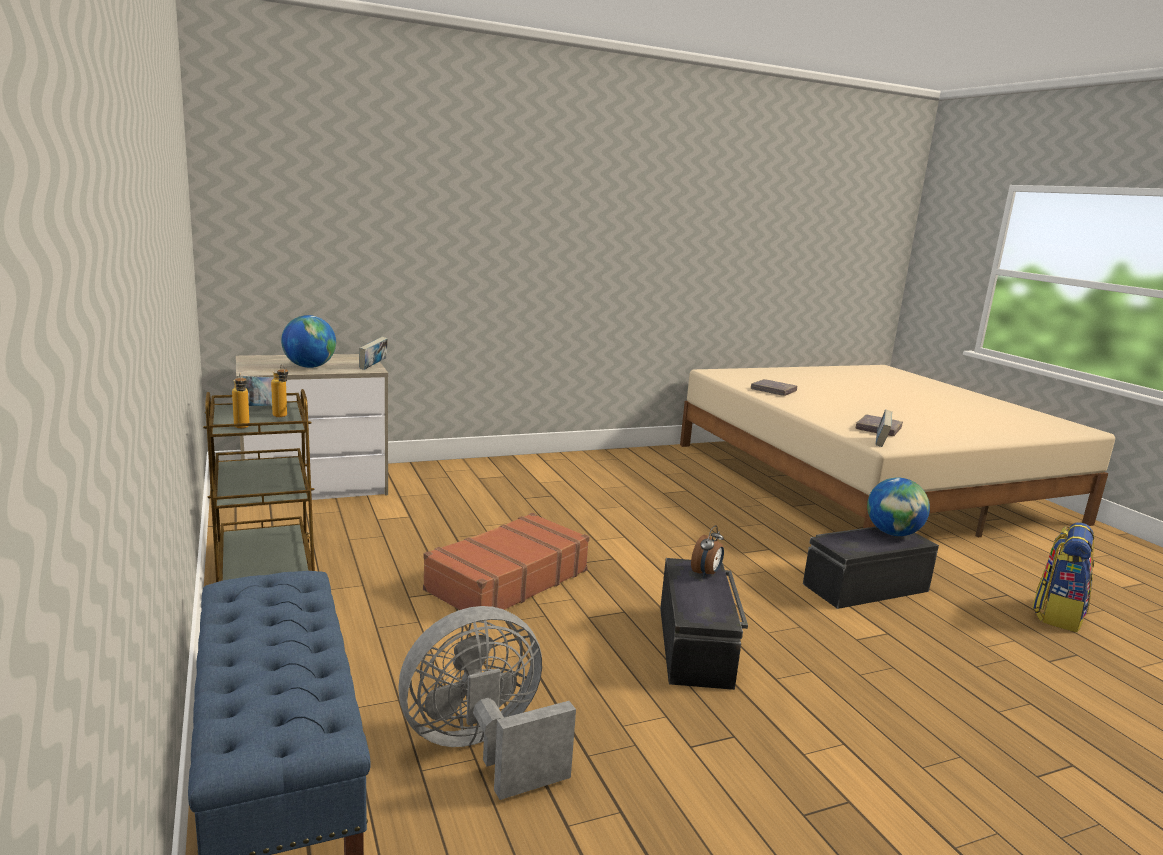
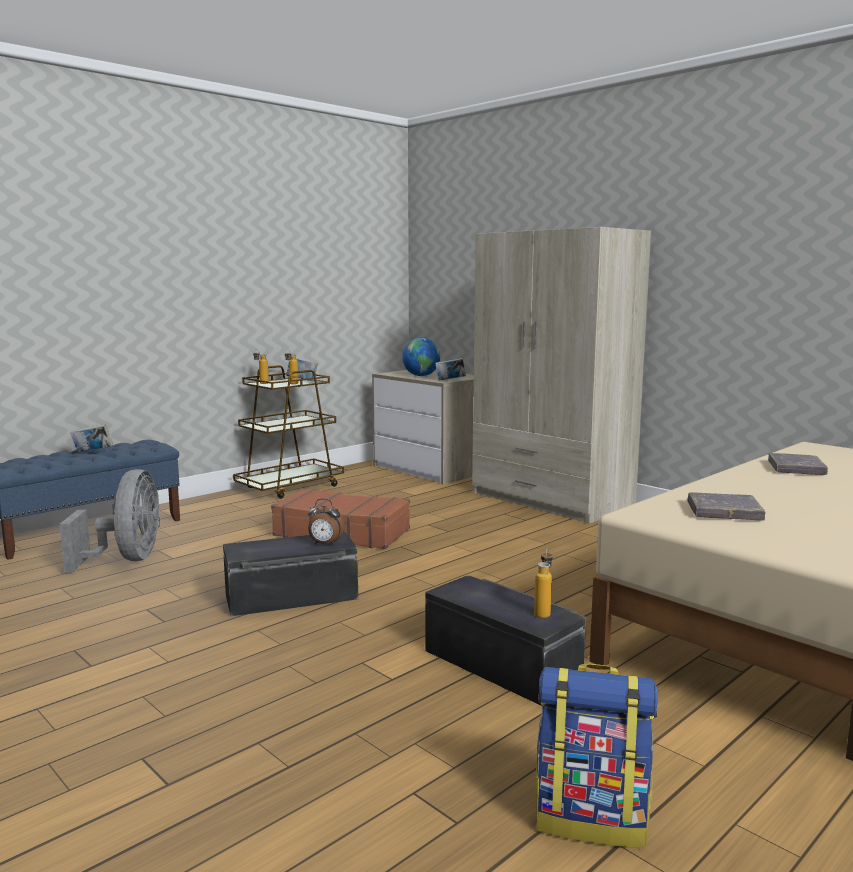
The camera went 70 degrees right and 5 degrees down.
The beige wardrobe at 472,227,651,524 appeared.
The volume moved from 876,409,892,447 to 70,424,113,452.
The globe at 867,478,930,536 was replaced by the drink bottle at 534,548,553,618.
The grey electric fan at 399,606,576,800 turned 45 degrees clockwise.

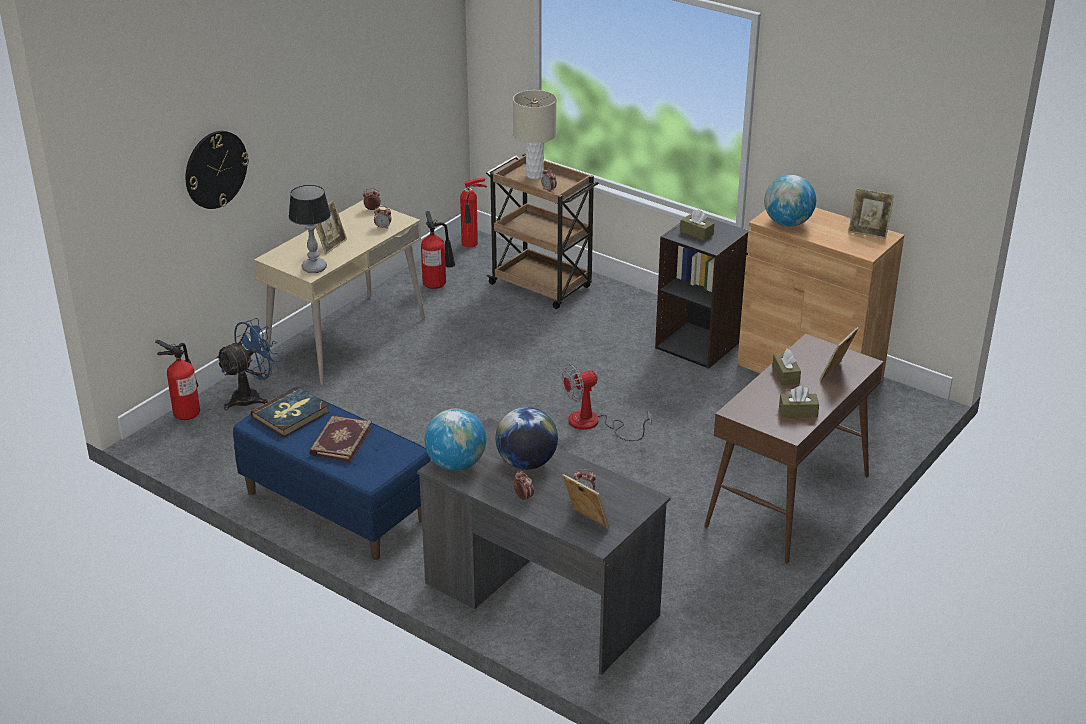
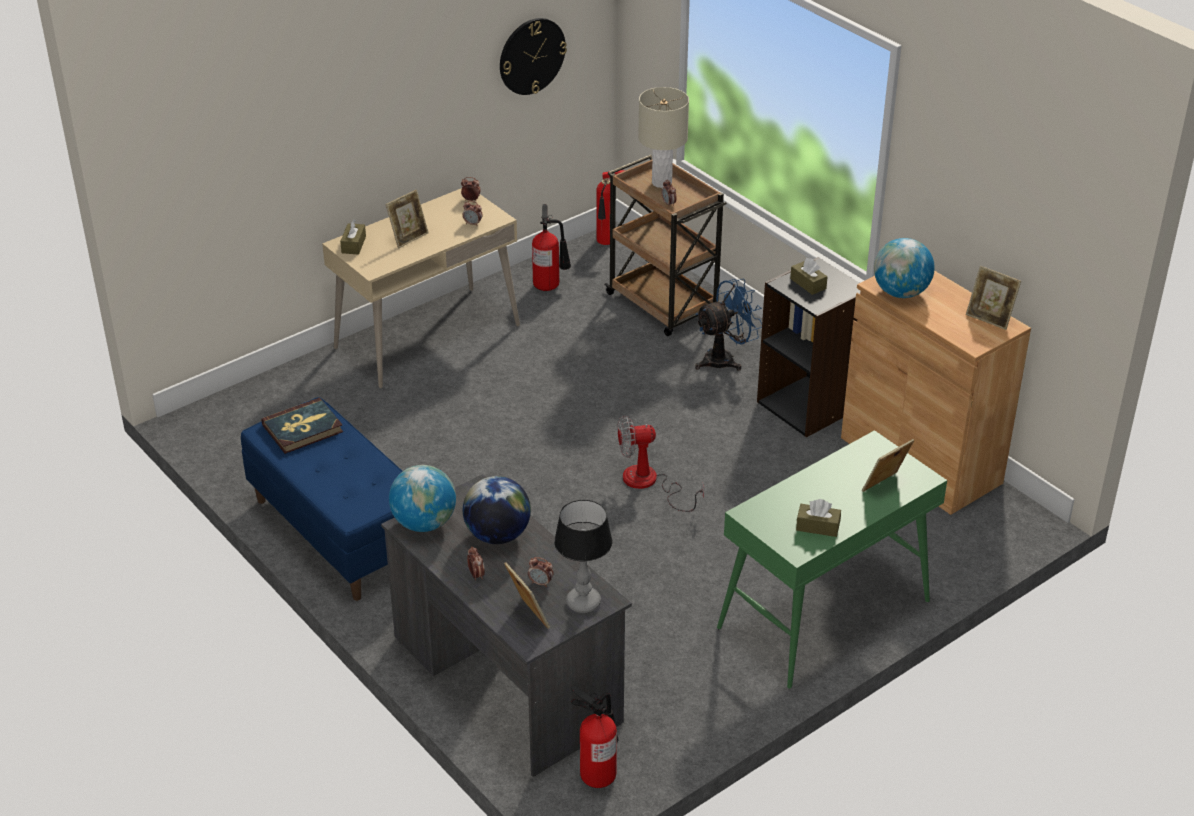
The camera went 15 degrees right and 5 degrees up.
The volume at 309,415,372,462 disappeared.
The fire extinguisher moved from 155,340,200,420 to 571,686,619,788.
The clock on the wall moved from 186,131,249,209 to 500,18,567,95.
The blue-coloured electric fan moved from 216,318,282,410 to 695,279,762,371.
The table lamp moved from 289,185,331,273 to 554,500,612,613.
The brown tissue holder moved from 772,349,801,385 to 340,220,366,254.
The brown narrow table at 704,334,884,563 became the green narrow table at 717,430,947,689.

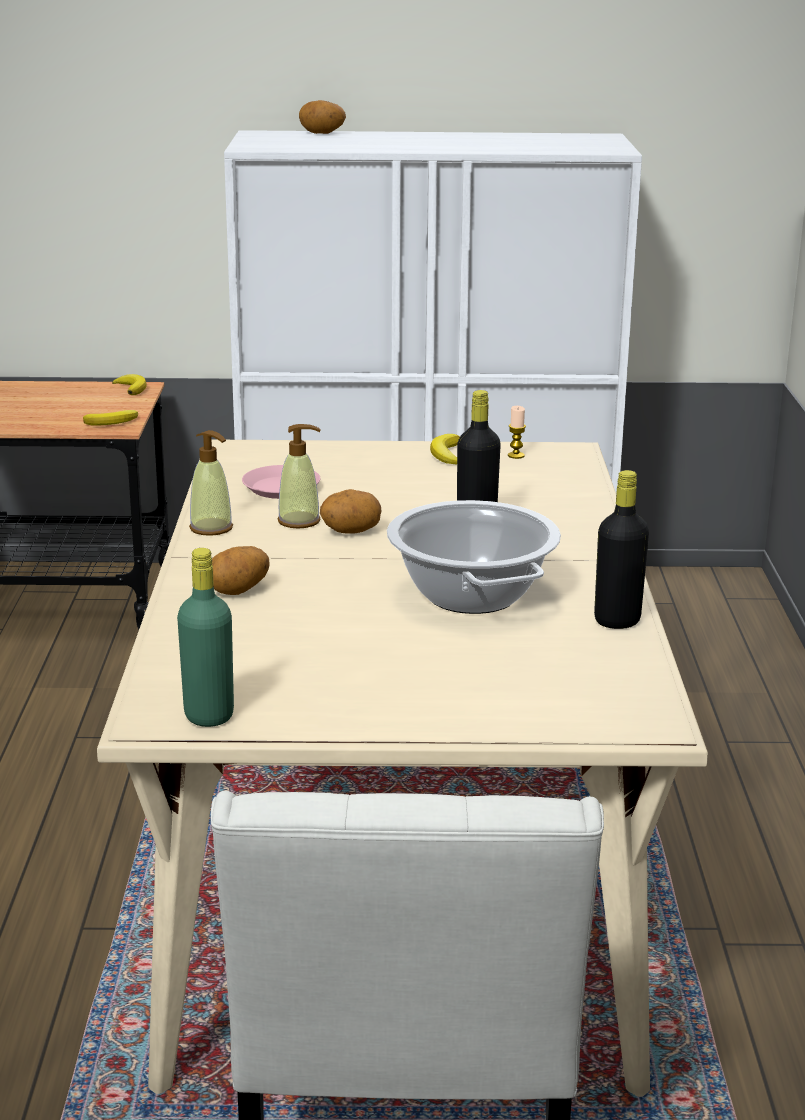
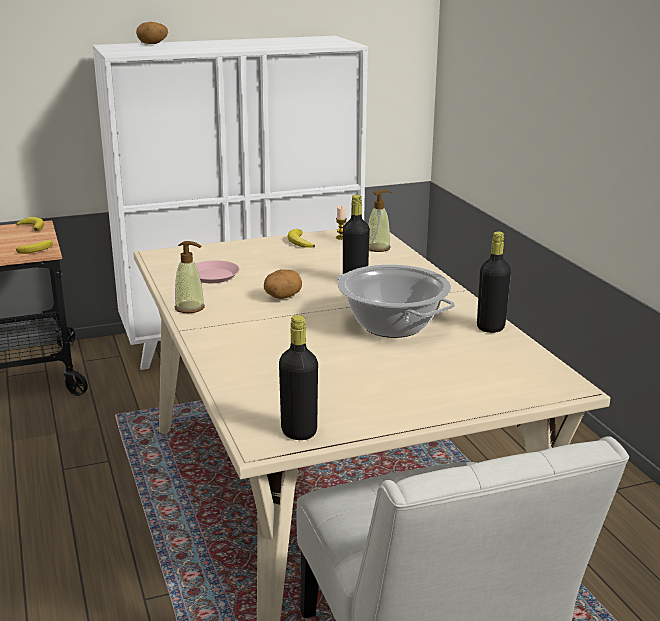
The camera went 20 degrees left and 0 degrees up.
The potato at 212,546,270,595 disappeared.
The liquid soap bottle moved from 277,424,321,529 to 368,190,392,252.
The green drink bottle at 177,548,234,727 became the black drink bottle at 279,315,318,440.

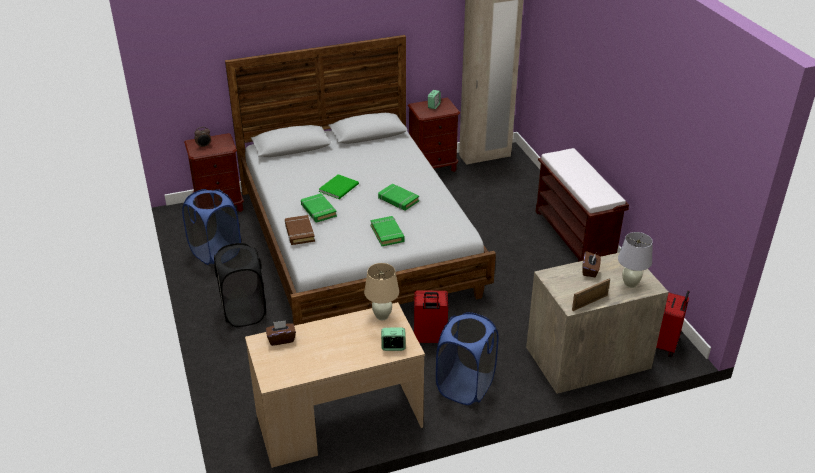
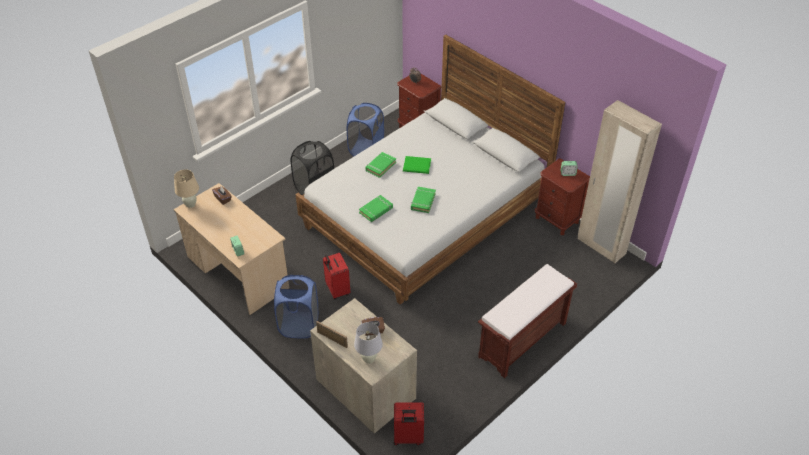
The camera went 65 degrees right and 10 degrees up.
The brown volume at 285,215,315,245 disappeared.
The beige table lamp moved from 364,263,399,320 to 174,170,199,208.

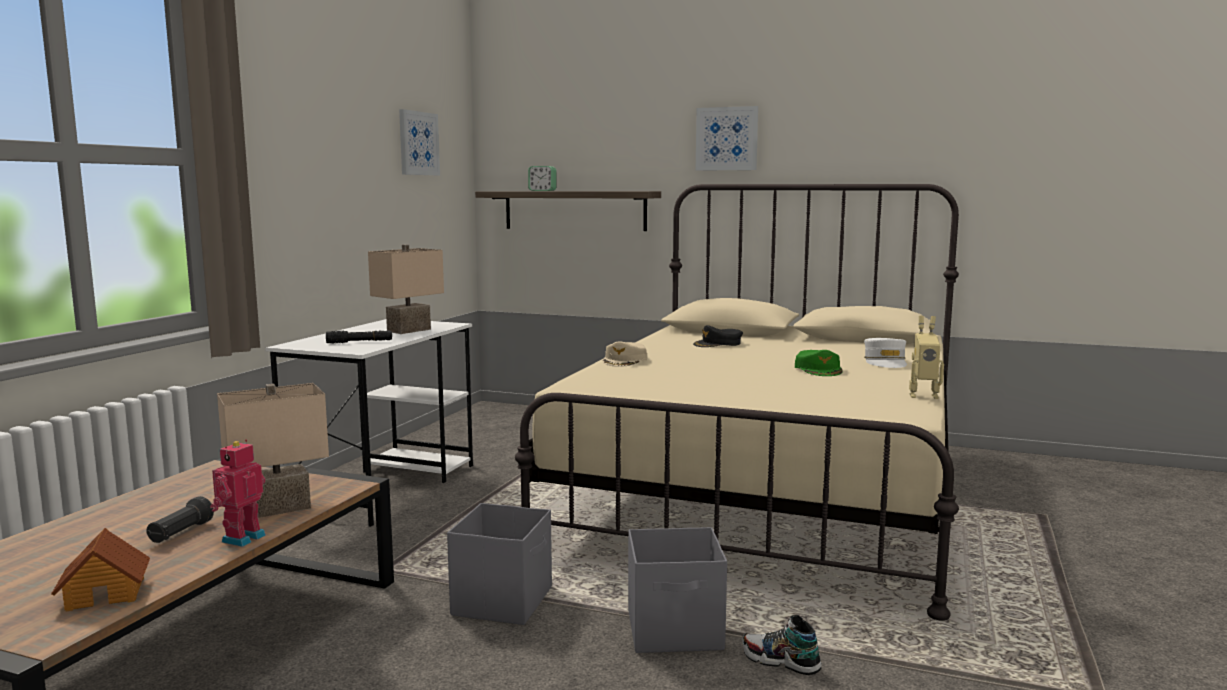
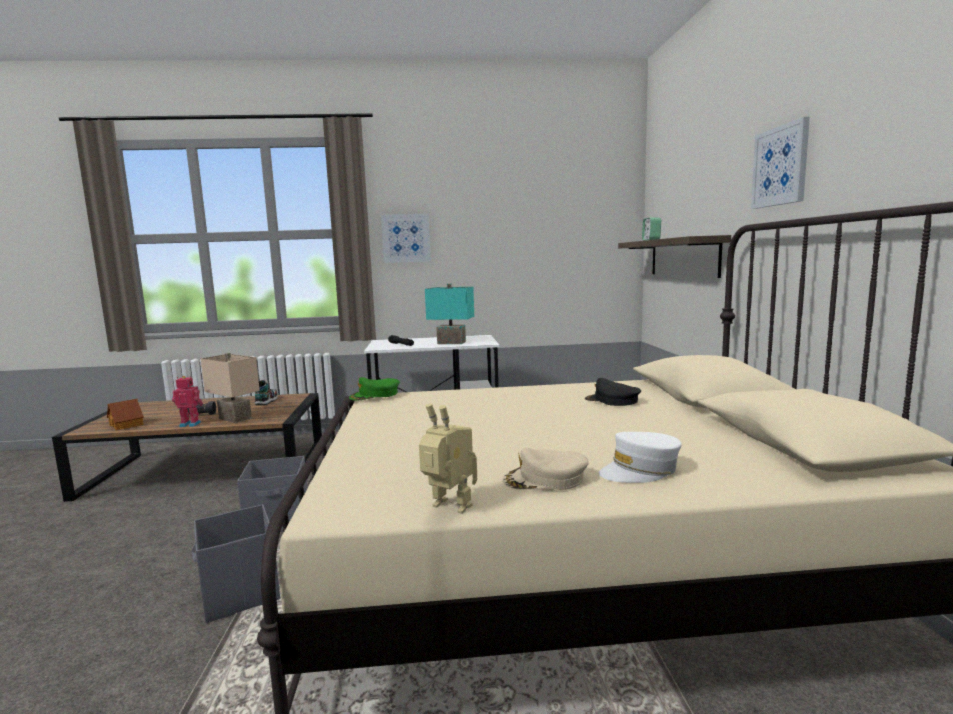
The camera went 65 degrees right and 0 degrees up.
The wall art moved from 399,109,440,175 to 381,213,431,263.
The beige peaked cap moved from 603,342,647,367 to 503,448,589,490.
The item of footwear moved from 742,615,822,675 to 255,380,278,405.
The green peaked cap moved from 795,350,843,376 to 349,377,400,401.
The beige table lamp at 368,244,444,334 became the blue-green table lamp at 425,283,474,344.
The model robot at 909,316,944,399 turned 135 degrees clockwise.

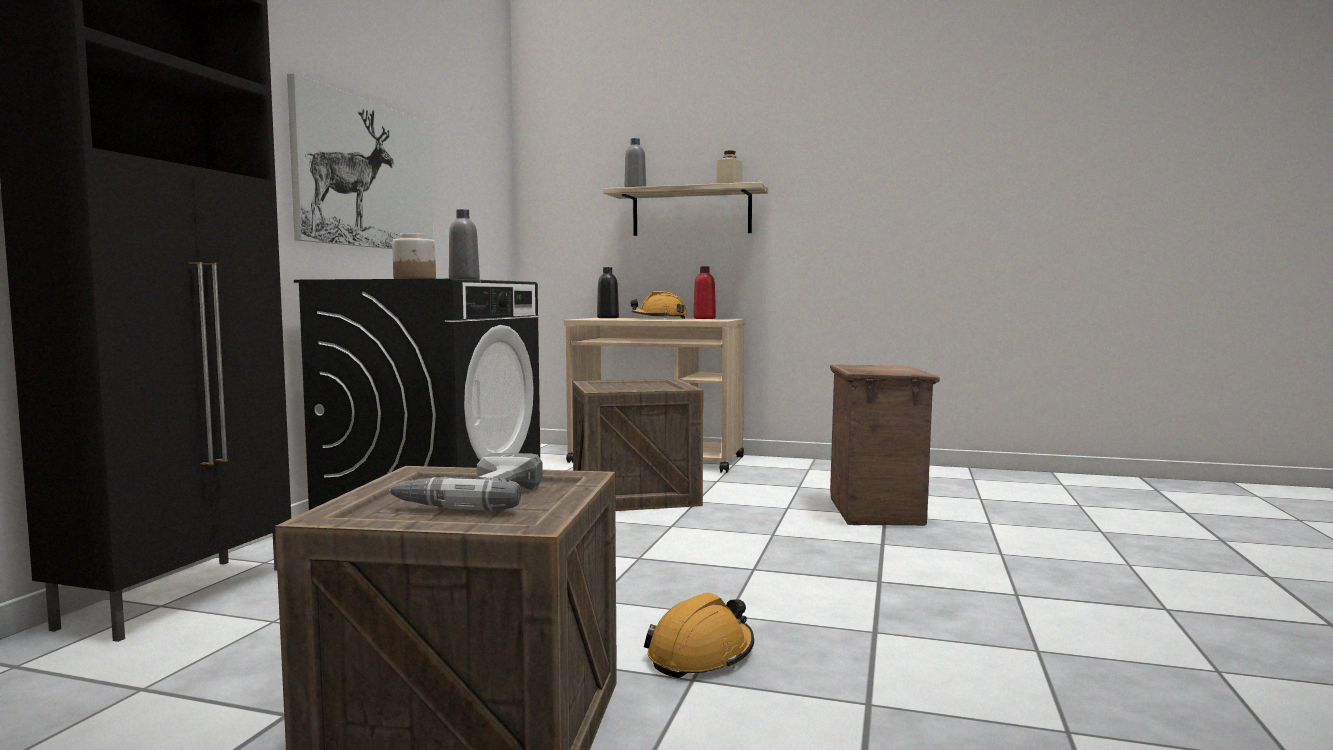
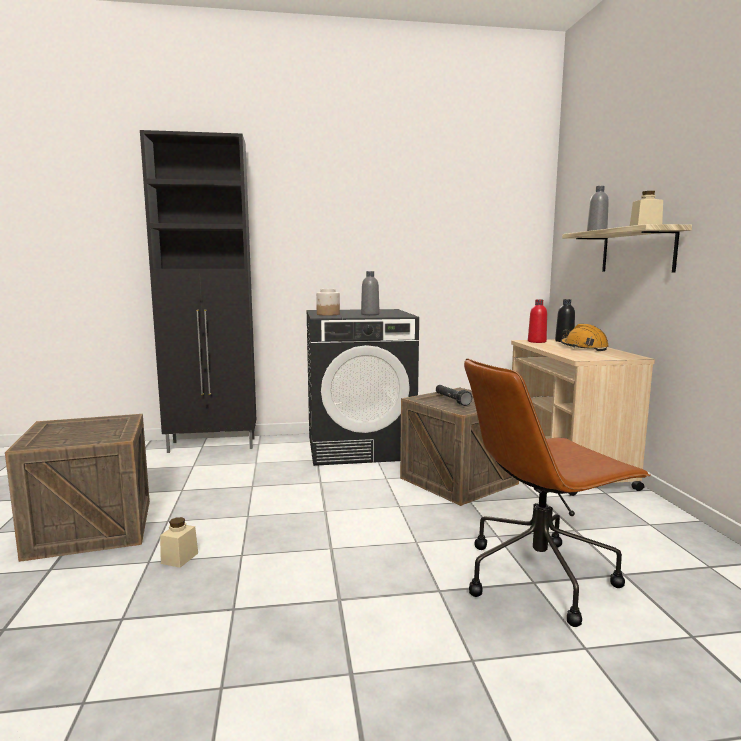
The camera went 65 degrees right and 5 degrees up.
The wall art at 287,73,434,249 disappeared.
The drill at 389,453,543,510 disappeared.
The black hand torch at 436,385,472,406 appeared.
The red-coloured drink bottle moved from 693,266,716,319 to 528,299,547,343.
The orange safety helmet at 644,593,754,678 was replaced by the beige storage jar at 160,517,198,568.
The shipping crate at 830,364,940,526 was replaced by the brown office chair at 464,358,650,627.

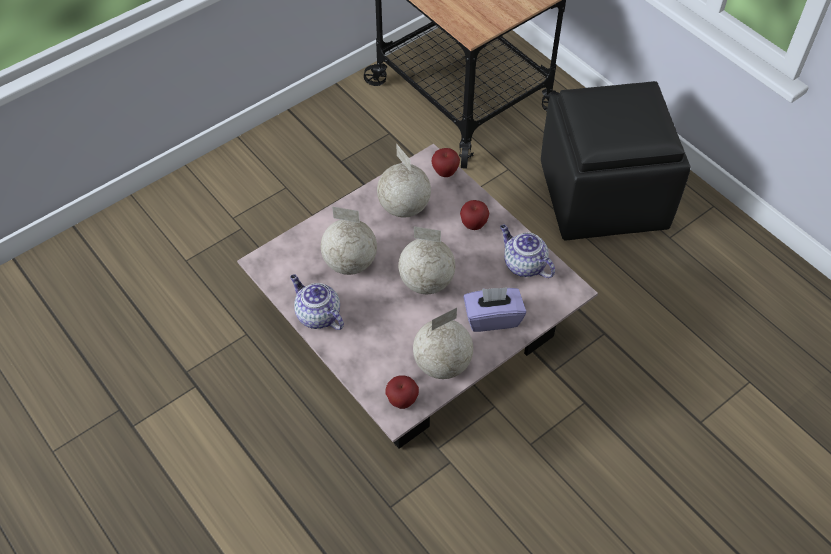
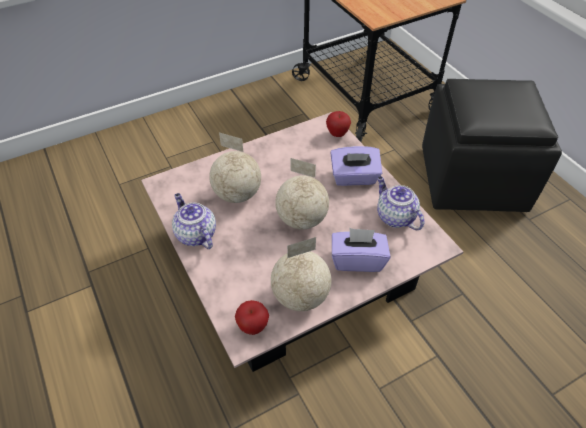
The camera went 10 degrees right and 5 degrees down.
The globe at 377,145,431,218 disappeared.
The whole apple at 460,200,489,230 was replaced by the purple-coloured tissue holder at 330,146,382,186.

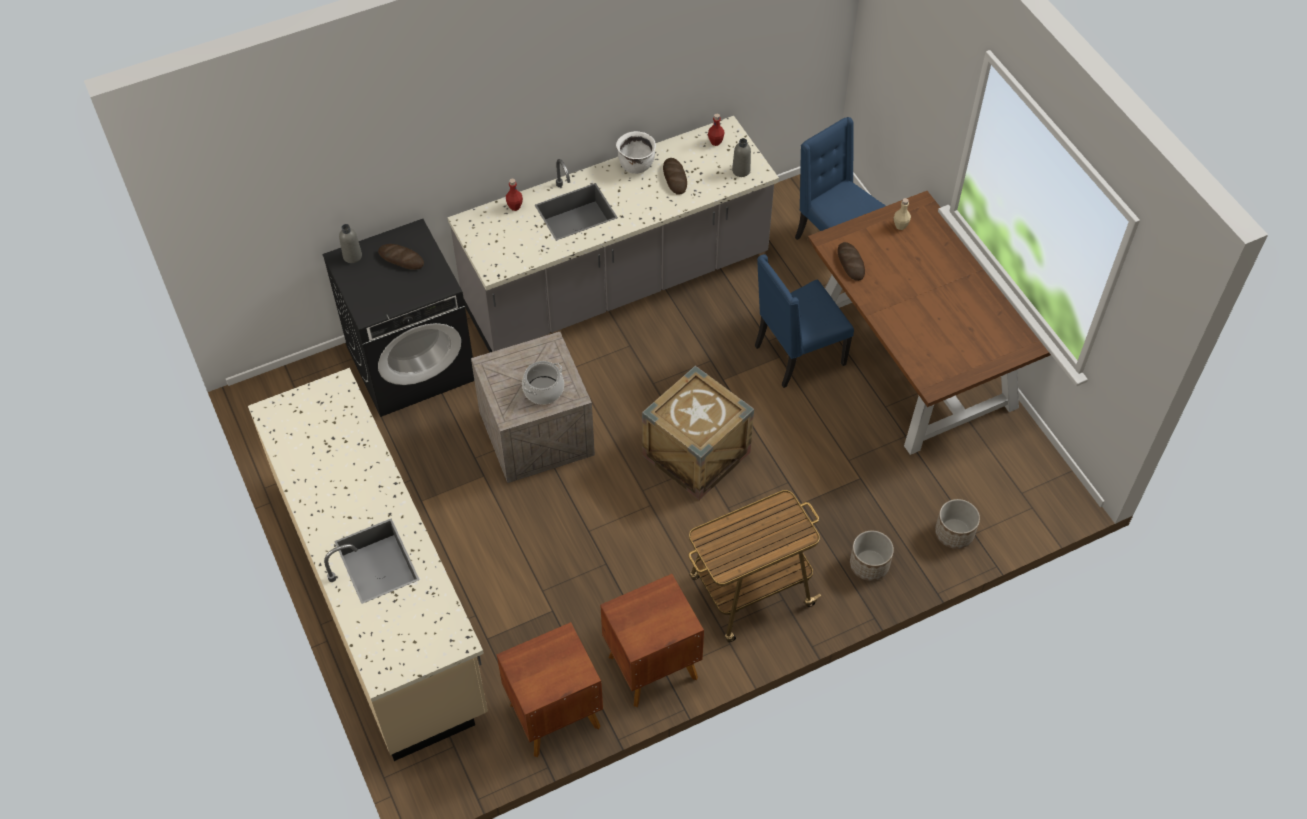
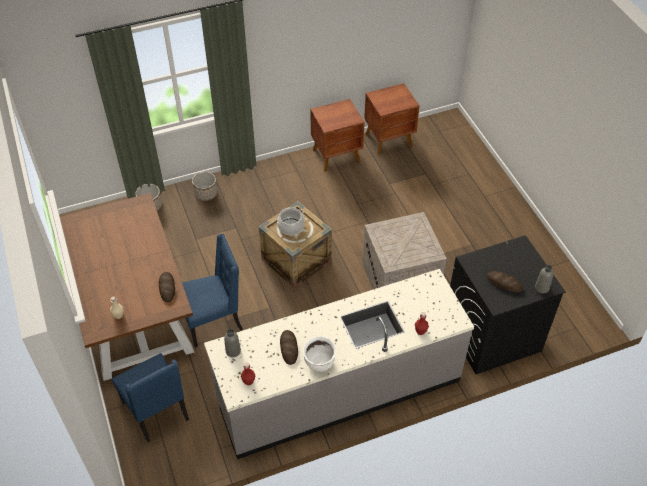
The camera went 175 degrees left and 5 degrees down.
The beige kitchen counter at 248,368,488,761 disappeared.
The trolley at 688,490,821,642 disappeared.
The stockpot moved from 522,361,564,405 to 277,207,305,235.

